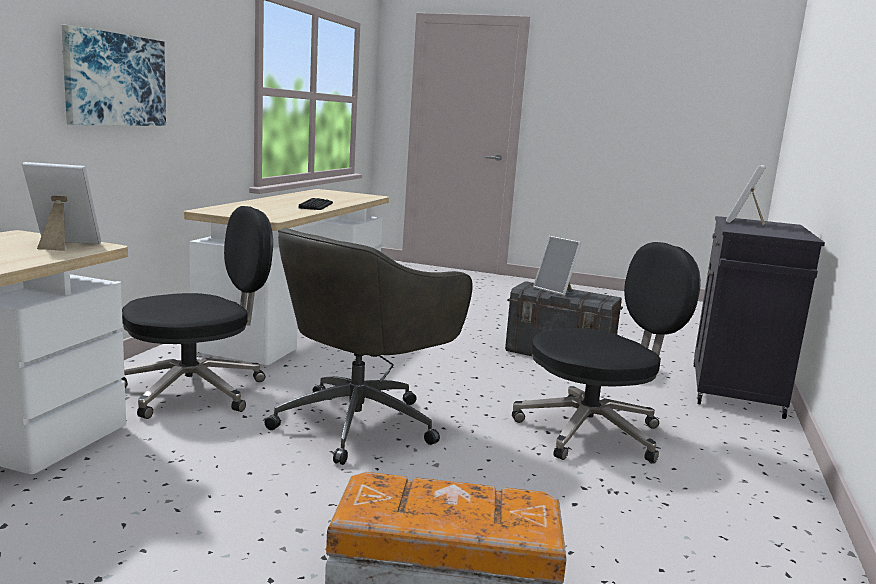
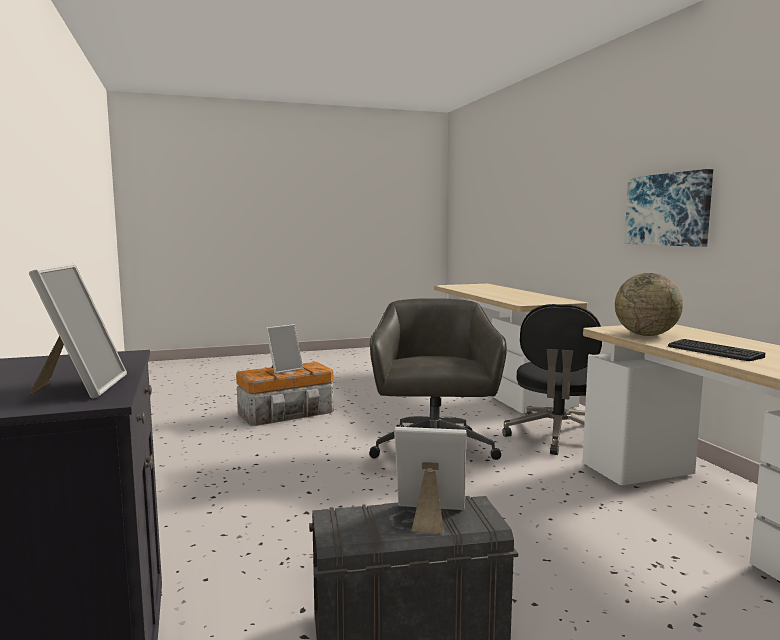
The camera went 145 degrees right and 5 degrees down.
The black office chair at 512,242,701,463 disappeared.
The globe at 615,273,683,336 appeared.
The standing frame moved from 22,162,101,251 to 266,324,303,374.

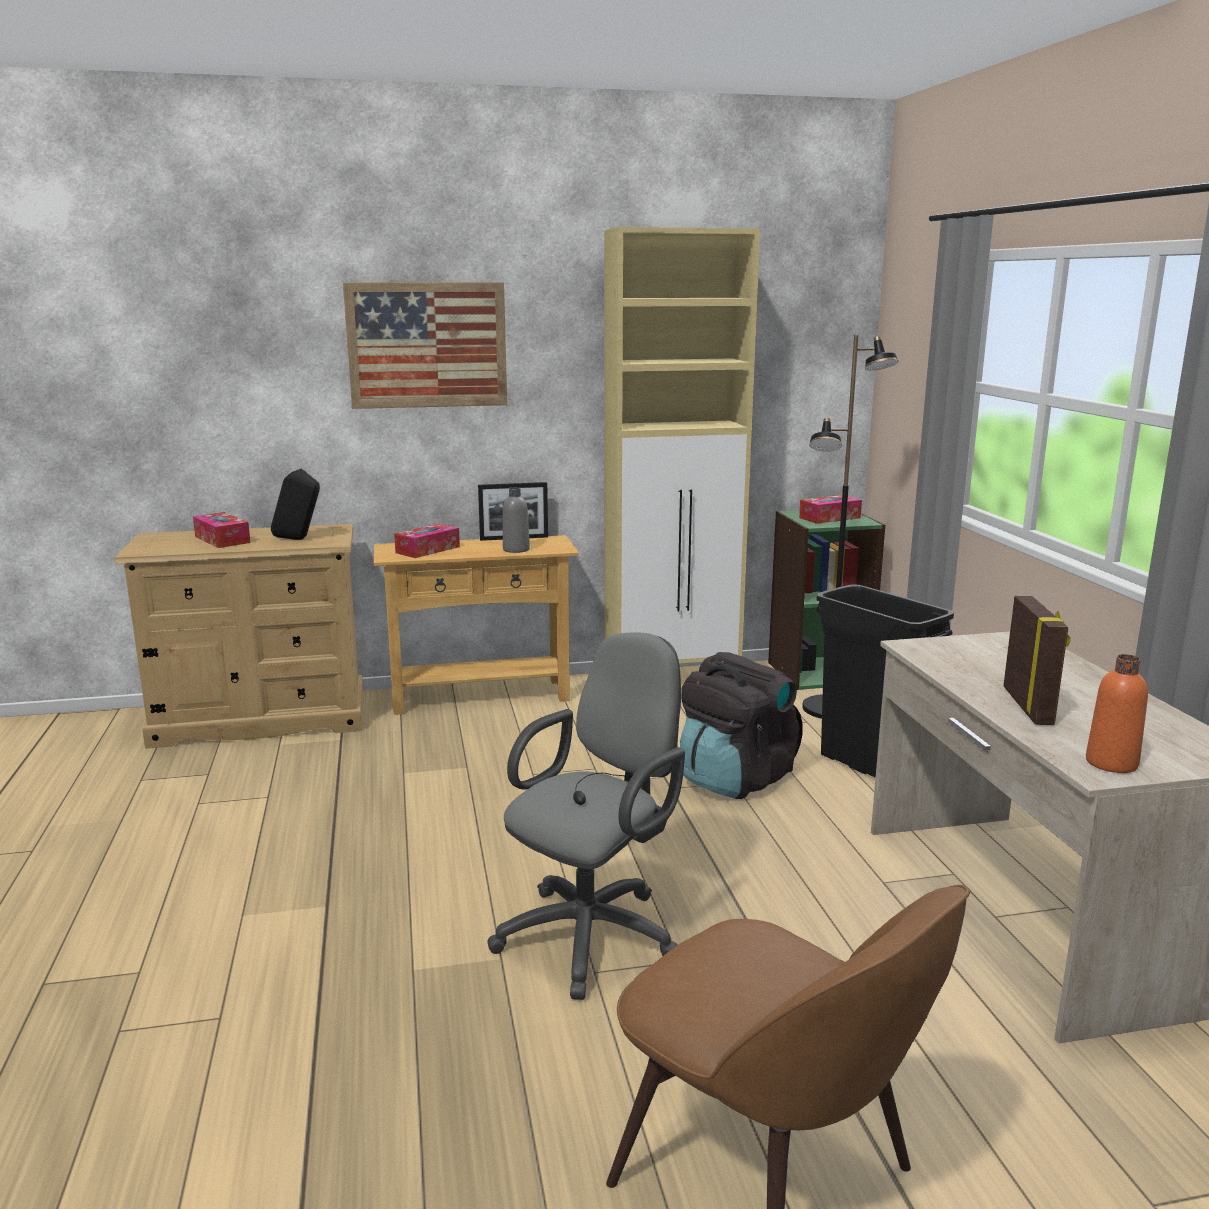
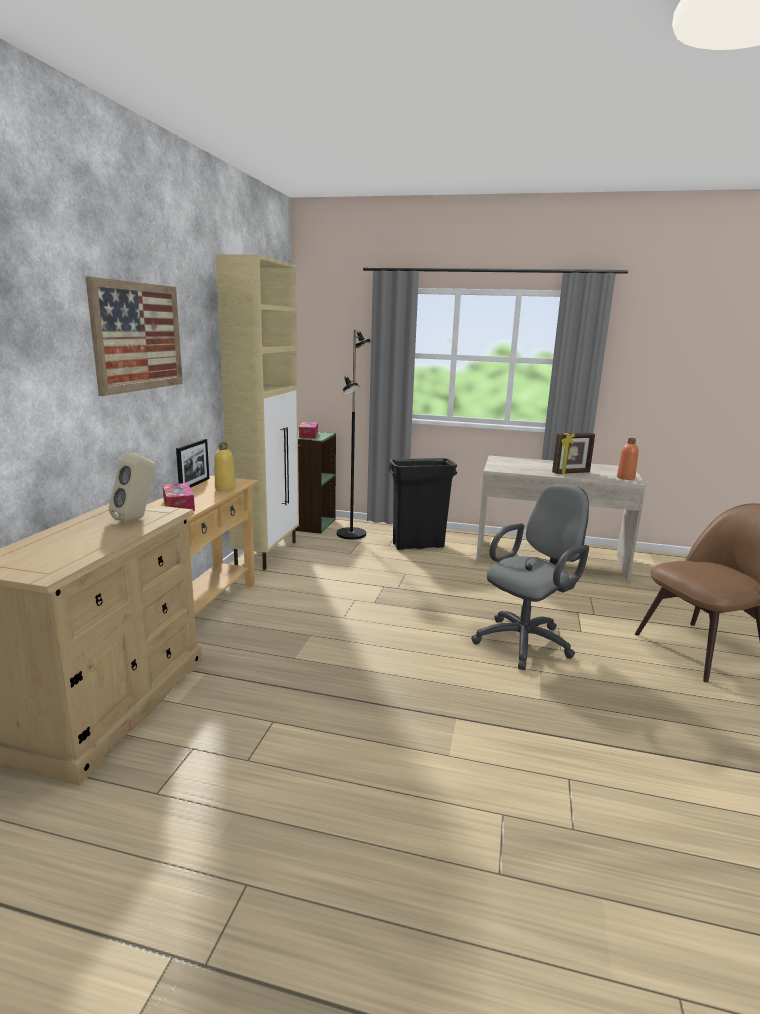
The camera went 65 degrees left and 0 degrees up.
The tissue holder at 193,512,250,548 disappeared.
The black rucksack at 680,652,803,799 disappeared.
The black loudspeaker at 271,469,320,540 became the beige loudspeaker at 109,453,156,522.
The grey drink bottle at 503,487,530,553 became the yellowish drink bottle at 214,443,235,491.
The grey office chair at 488,632,685,1000 turned 75 degrees clockwise.
The standing frame at 1003,596,1071,725 turned 135 degrees clockwise.

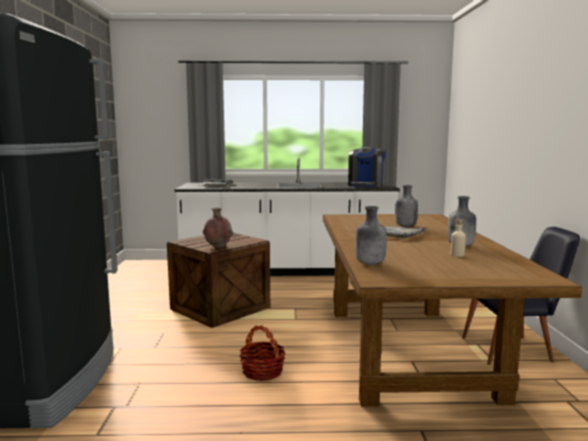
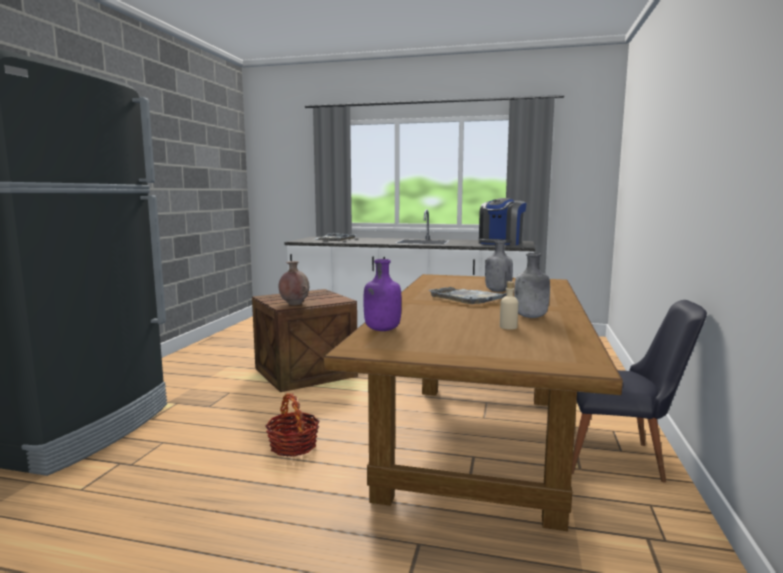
The camera went 15 degrees right and 0 degrees up.
The grey drink bottle at 355,206,387,265 became the purple-coloured drink bottle at 363,259,402,331.

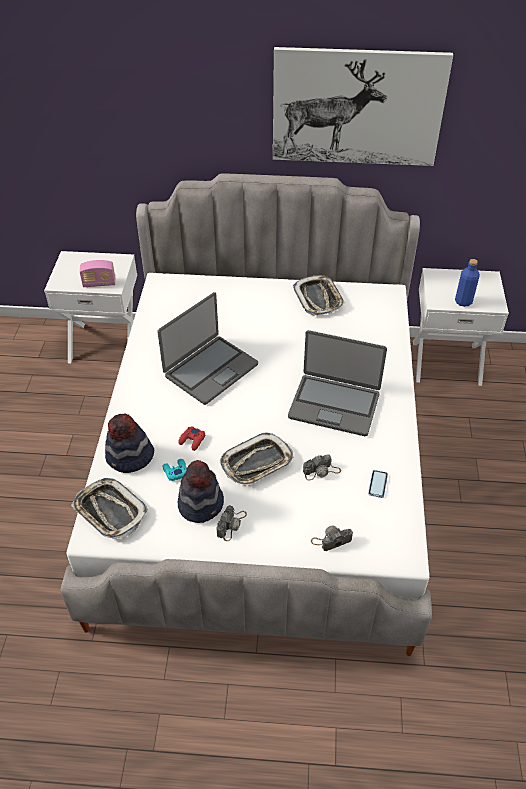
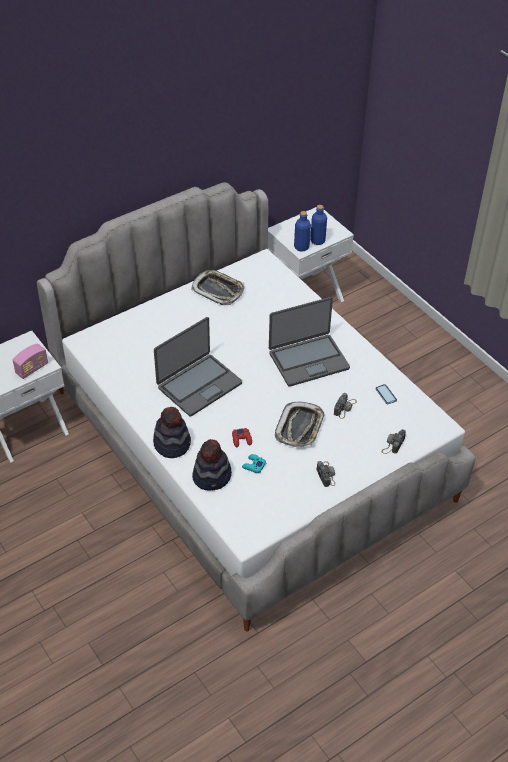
The camera went 40 degrees left and 0 degrees up.
The serving tray at 71,478,148,539 disappeared.
The wall art at 273,47,453,166 disappeared.
The blue-coloured drink bottle at 294,211,311,252 appeared.
The clothing hat moved from 178,460,224,523 to 153,407,191,458.
The portable computer at 157,292,258,405 turned 45 degrees clockwise.

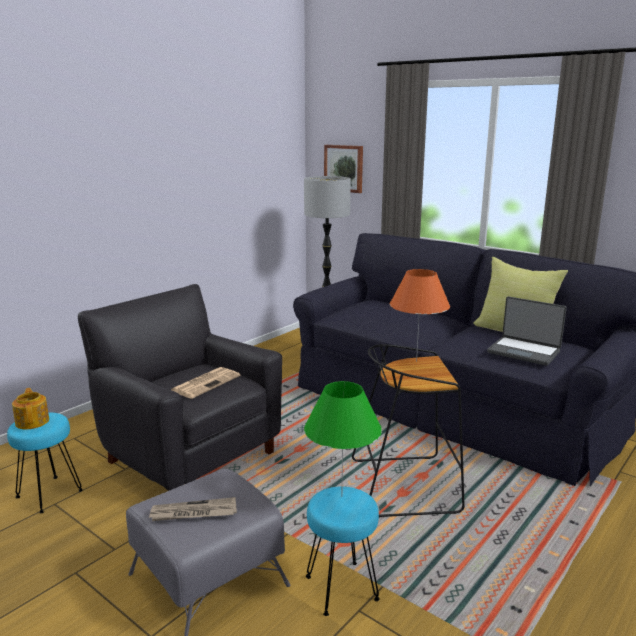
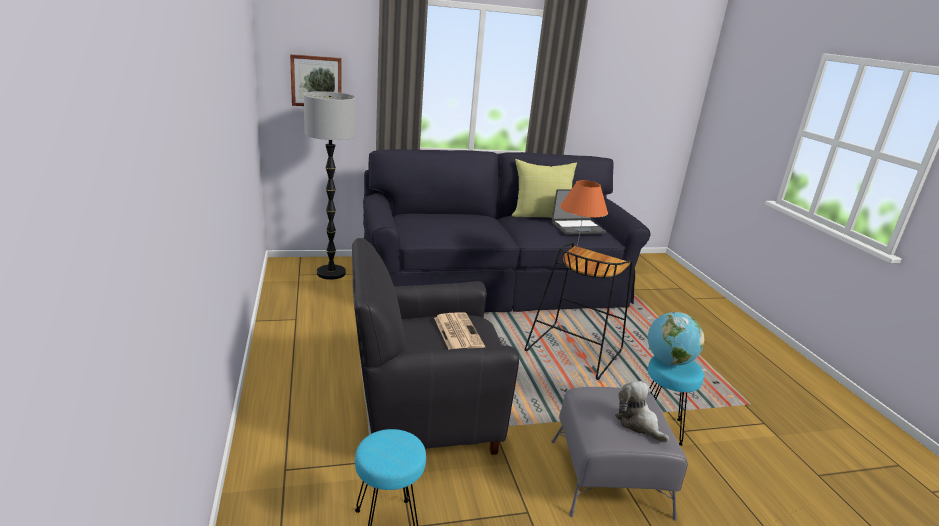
The camera went 55 degrees left and 5 degrees up.
The pot for tea at 12,388,49,429 disappeared.
The newspaper at 148,497,237,521 was replaced by the plush toy at 615,381,669,443.
The green table lamp at 304,381,382,485 was replaced by the globe at 648,312,704,366.

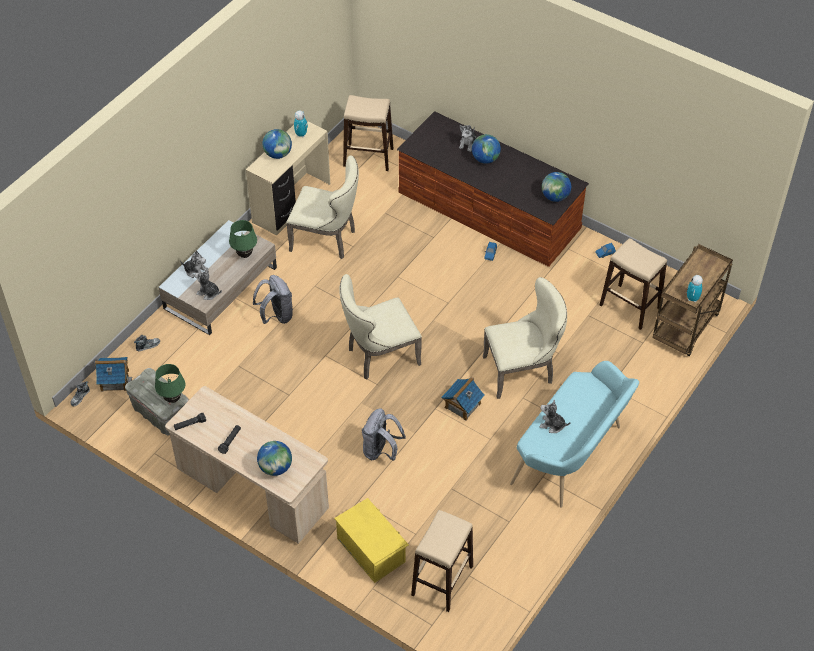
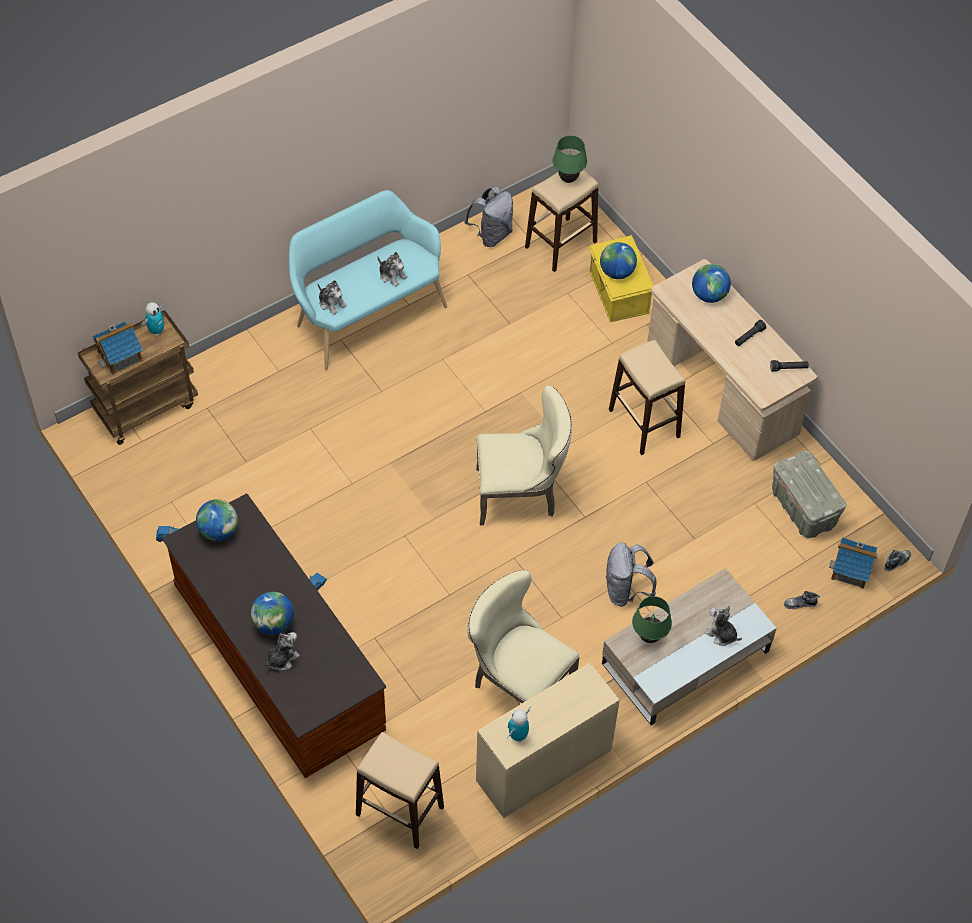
The camera went 160 degrees left and 5 degrees up.
The beige upright chair at 483,277,567,399 disappeared.
The green table lamp moved from 155,364,185,403 to 553,135,587,183.
The plush toy moved from 195,268,222,300 to 318,280,347,315.
The globe moved from 262,129,292,159 to 600,242,637,279.
The grey rucksack moved from 362,408,406,461 to 464,186,513,247.
The miniature house moved from 441,377,485,421 to 92,322,143,374.
The beige stool moved from 600,238,667,330 to 609,340,685,455.

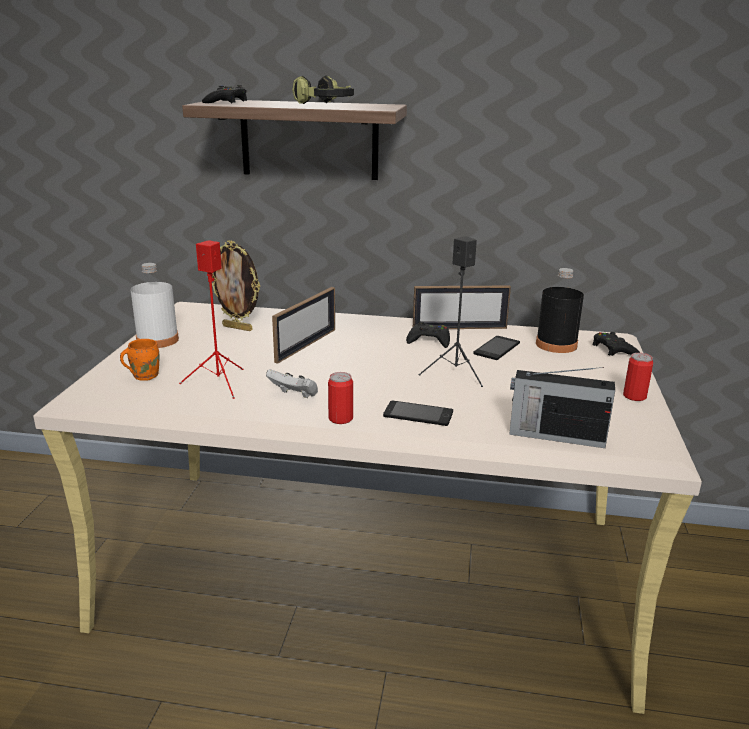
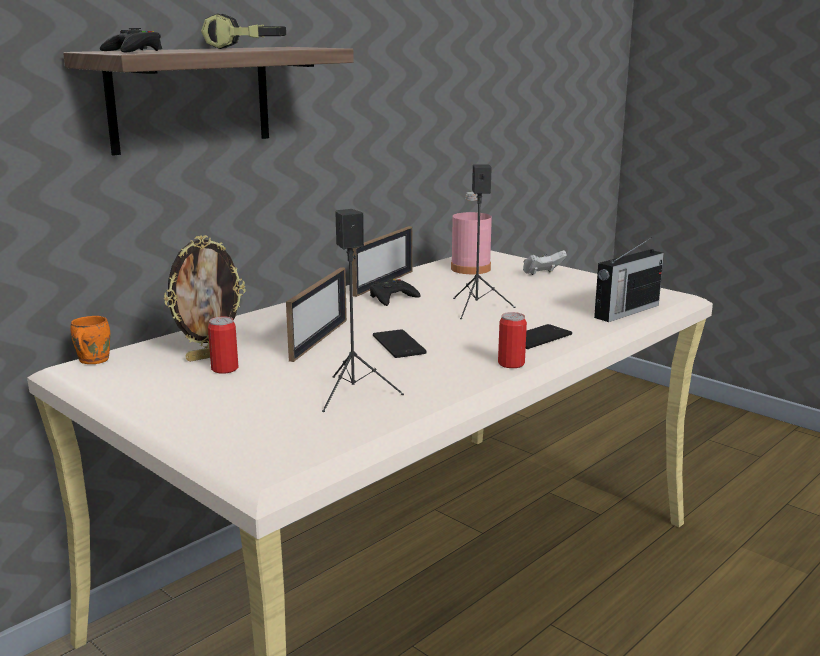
The camera went 55 degrees left and 5 degrees down.
The whitish drink bottle at 131,263,179,348 disappeared.
The black gamepad at 592,332,640,356 disappeared.
The orange tea mug moved from 120,339,159,381 to 71,316,110,364.
The whitish gamepad moved from 266,369,318,398 to 523,250,567,275.
The phone moved from 473,336,520,360 to 373,329,426,358.
The sealed can moved from 623,353,653,401 to 208,317,238,374.
The red-coloured loudspeaker at 179,240,243,399 became the black loudspeaker at 322,209,404,412.
The black drink bottle at 536,268,584,353 became the pink drink bottle at 451,192,492,274.
The standing frame at 272,287,335,364 turned 45 degrees clockwise.

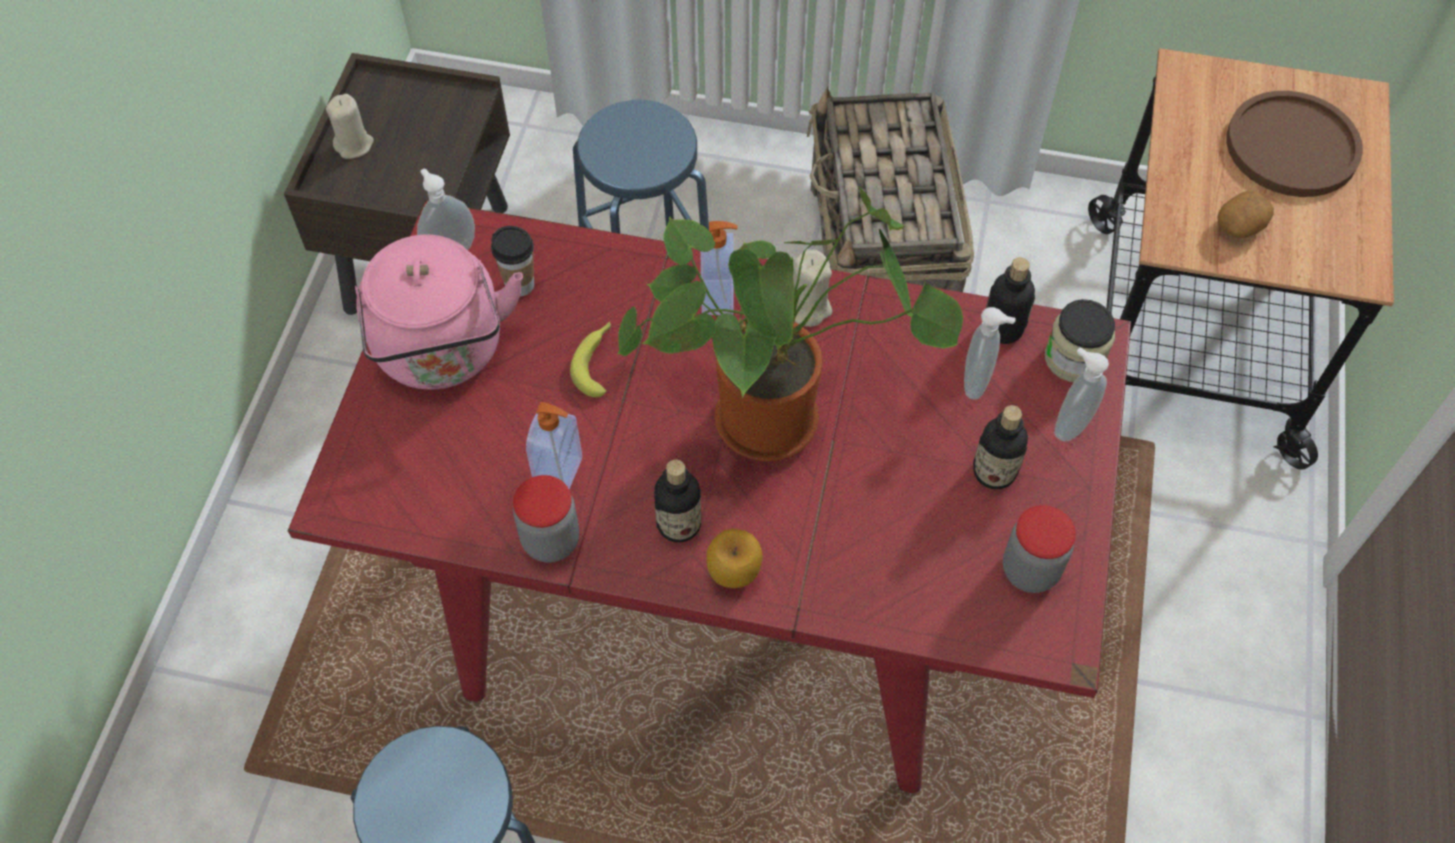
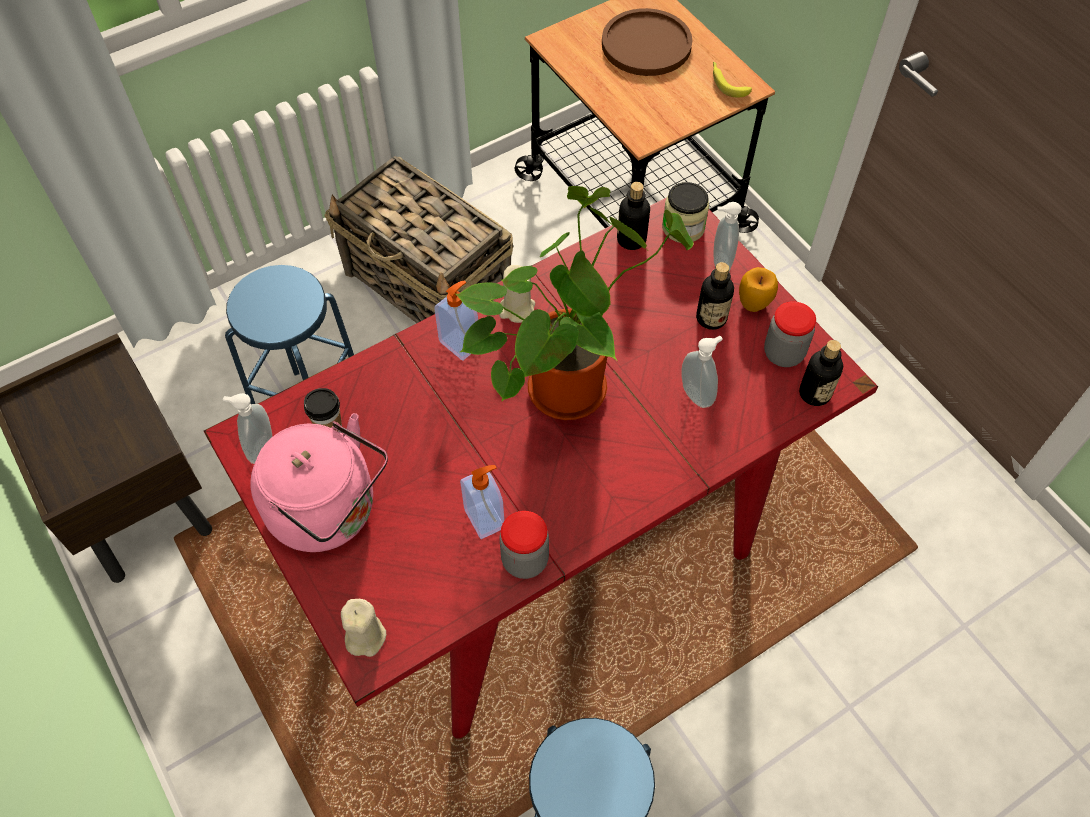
The camera went 45 degrees left and 0 degrees up.
The potato at 1217,190,1274,238 disappeared.
The beige candle moved from 326,94,374,159 to 341,599,386,657.
The banana fruit moved from 570,321,611,397 to 713,62,752,97.
The drink bottle moved from 654,460,701,543 to 799,340,843,406.
The whole apple moved from 707,529,763,588 to 739,267,778,312.
The liquid soap bottle moved from 964,307,1016,400 to 681,336,723,408.

